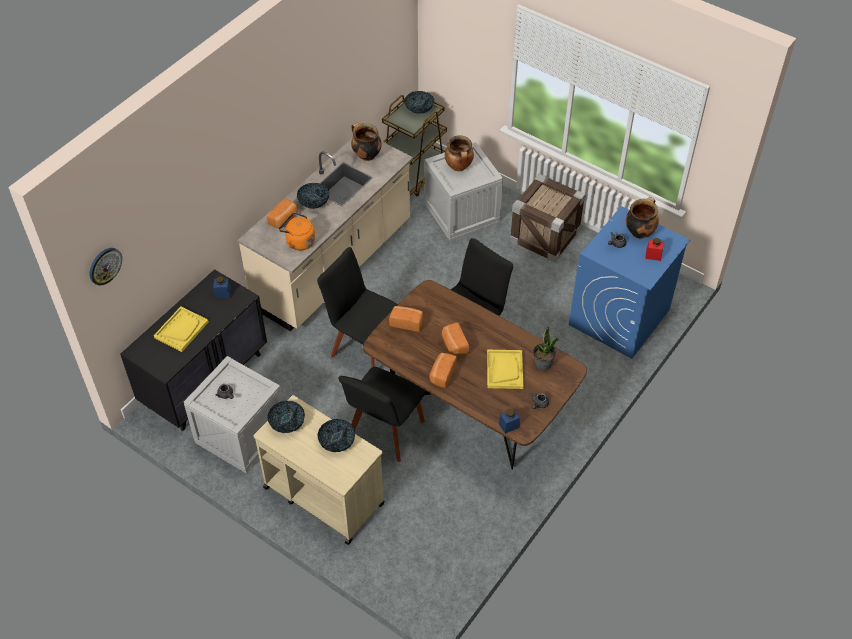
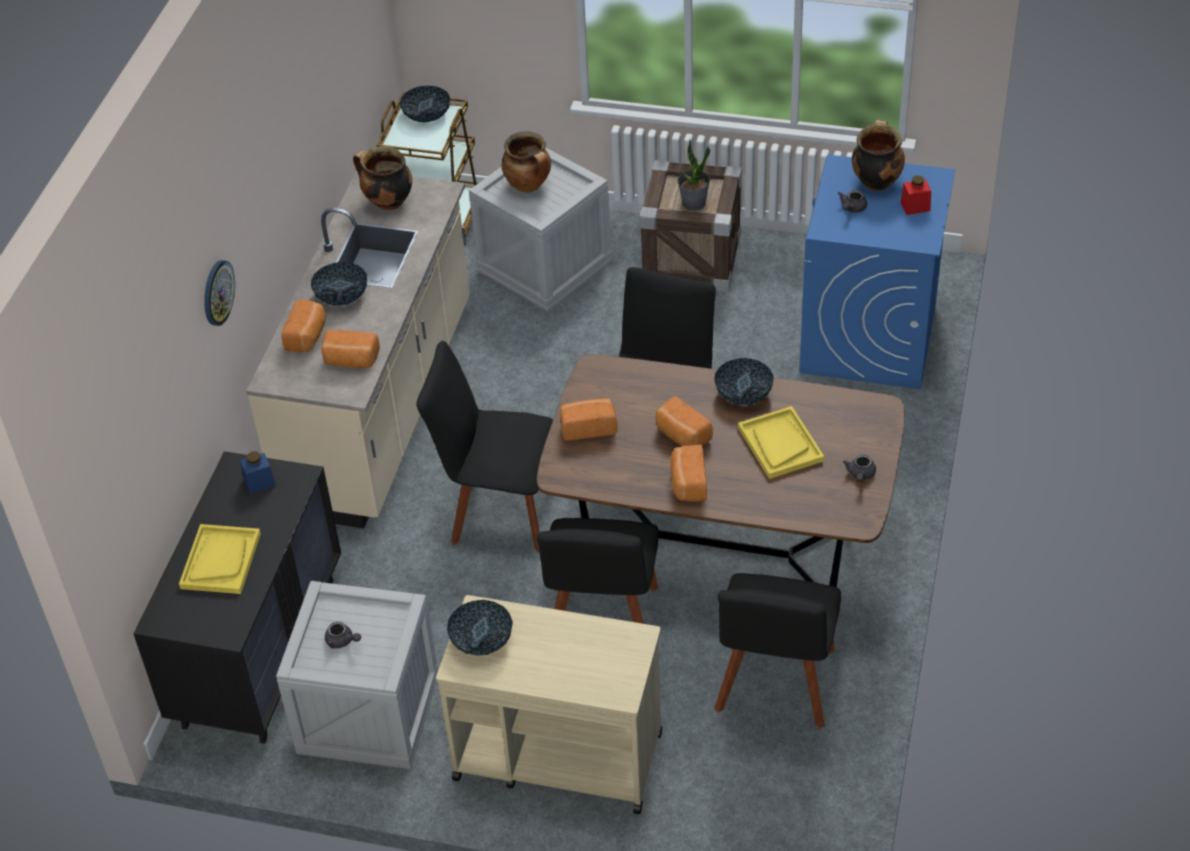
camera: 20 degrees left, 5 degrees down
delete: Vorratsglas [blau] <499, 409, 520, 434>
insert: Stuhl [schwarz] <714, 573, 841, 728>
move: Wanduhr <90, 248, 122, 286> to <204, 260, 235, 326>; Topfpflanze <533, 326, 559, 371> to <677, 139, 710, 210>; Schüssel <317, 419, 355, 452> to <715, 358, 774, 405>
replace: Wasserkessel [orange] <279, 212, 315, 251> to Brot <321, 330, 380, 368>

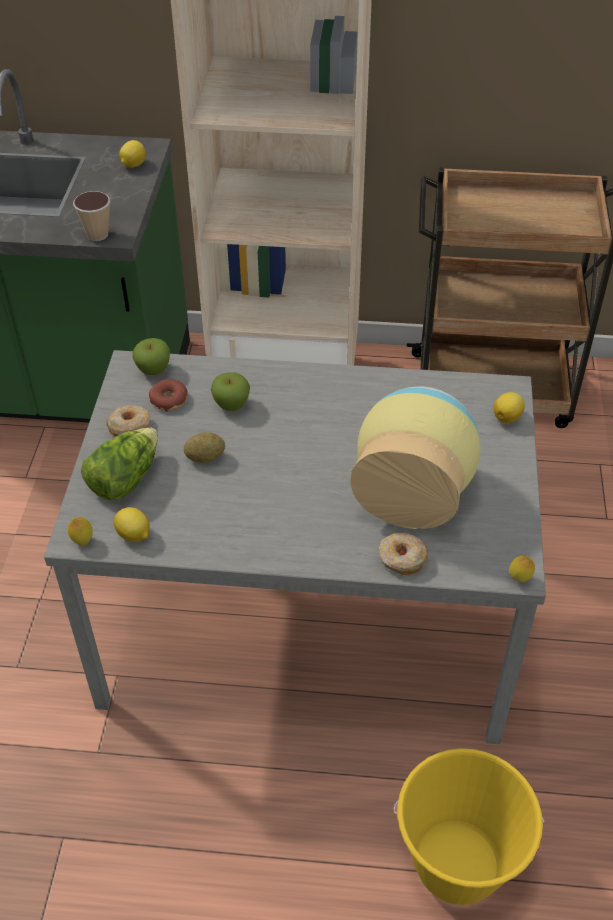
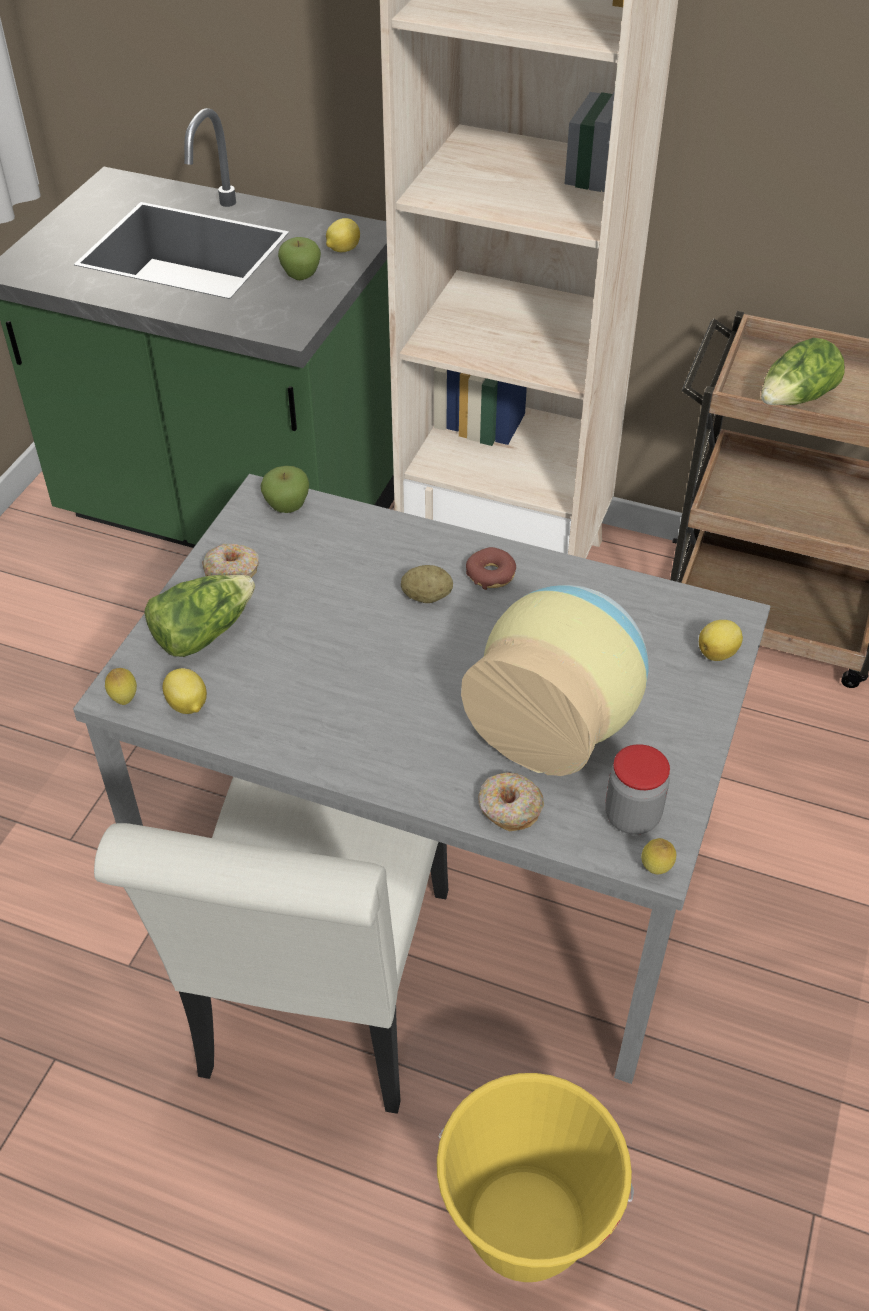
camera: 15 degrees right, 0 degrees up
delete: Tasse <73, 191, 110, 241>
insert: Stuhl [weiß] <94, 777, 448, 1114>; Vorratsglas <605, 744, 670, 835>; Salatkopf <761, 338, 845, 405>
move: Apfel <211, 372, 250, 411> to <278, 237, 321, 280>; Kartoffel <184, 432, 225, 463> to <401, 565, 453, 603>; Donut <149, 379, 187, 412> to <466, 547, 516, 590>

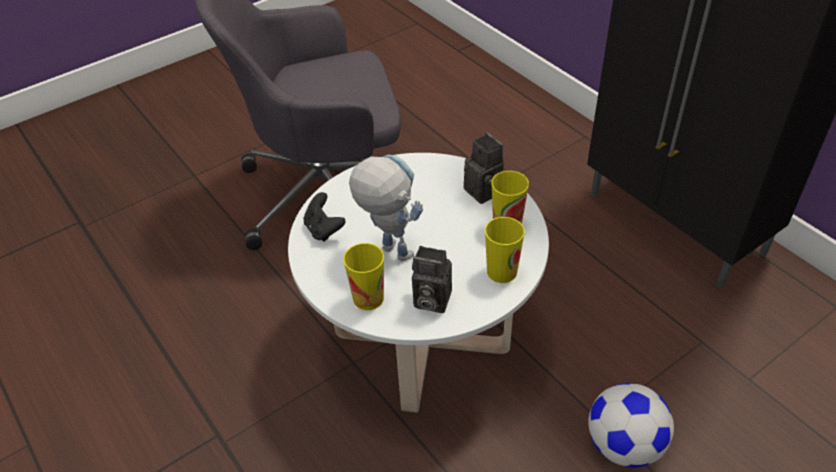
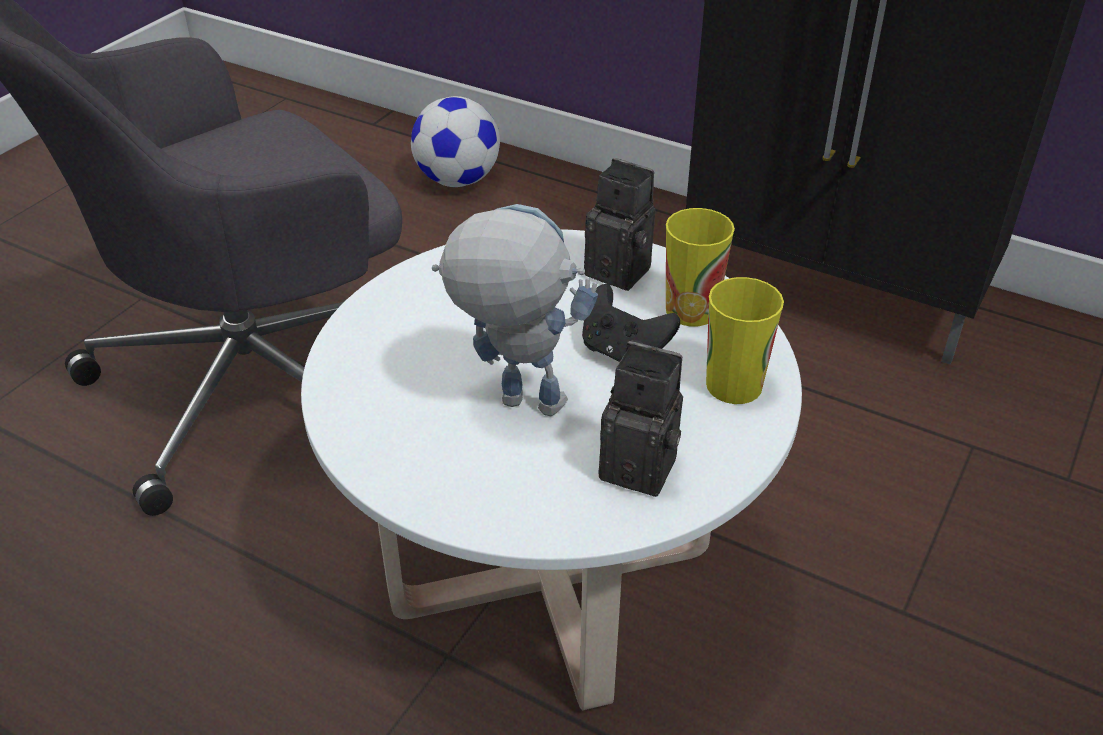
camera: 25 degrees left, 5 degrees down
delete: Tasse <343, 243, 384, 310>
move: Fußball <588, 383, 674, 468> to <411, 96, 500, 187>; Gamepad [schwarz] <303, 192, 346, 242> to <582, 284, 680, 362>
rotate: Kamera <412, 246, 452, 313> = <599, 341, 683, 497> 150 degrees counterclockwise

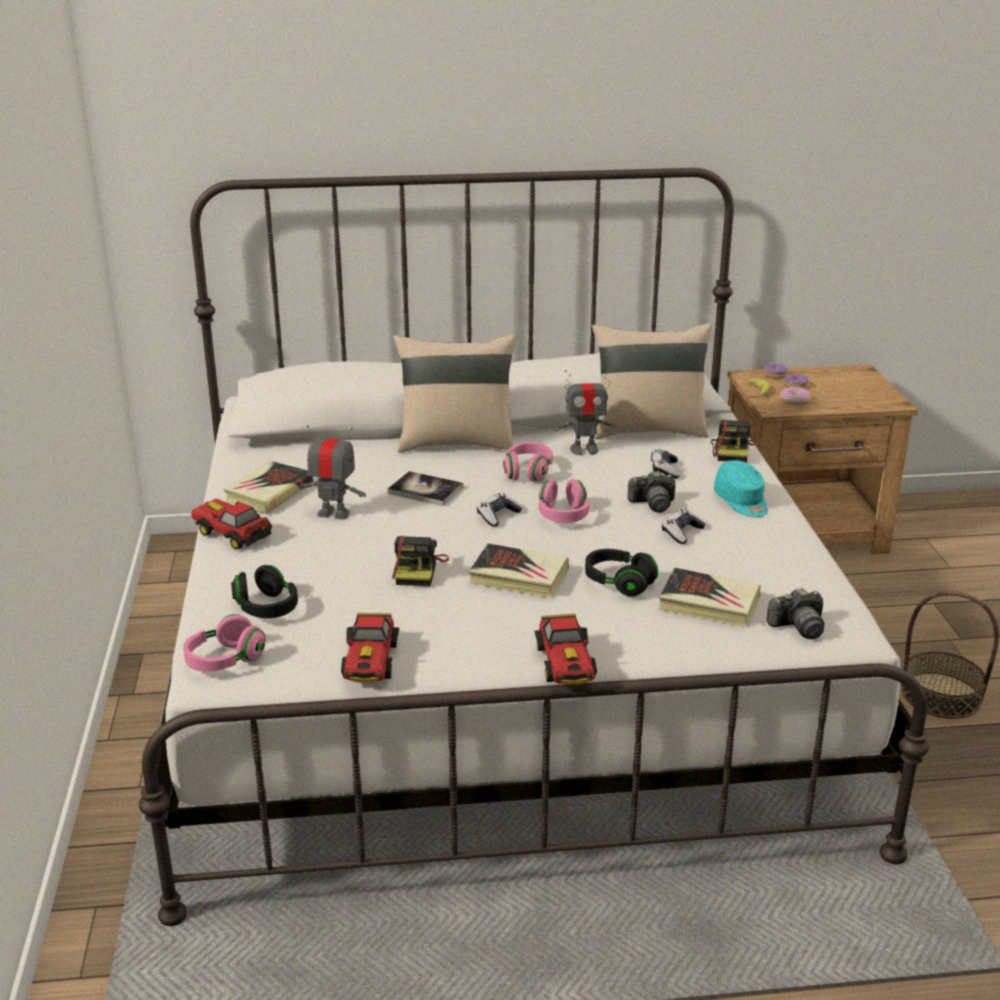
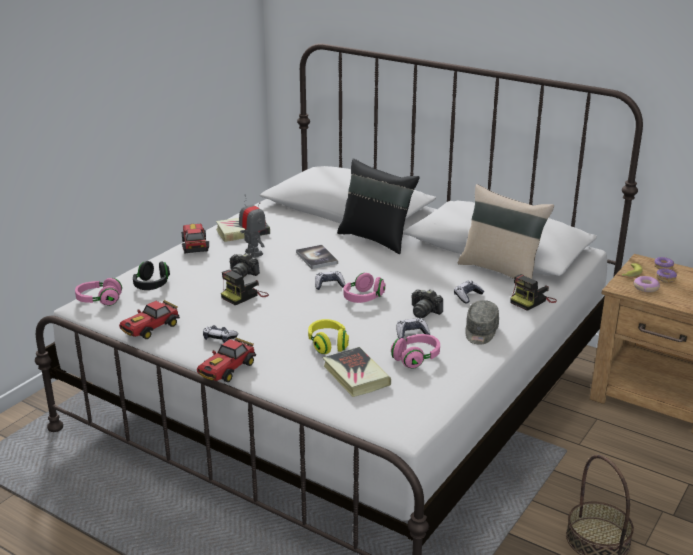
camera: 40 degrees right, 0 degrees up
delete: Buch <469, 543, 569, 598>; Spielzeugroboter <553, 370, 617, 456>
insert: Gamepad <203, 325, 238, 343>
move: Kamera <766, 588, 824, 639> to <230, 253, 260, 278>; Kopfhörer [rosa] <503, 442, 553, 482> to <391, 334, 440, 369>
recolor: Kopfhörer [schwarz] <585, 549, 658, 597> to Kopfhörer [gelb] <308, 319, 349, 354>; Kissen [beige] <394, 334, 516, 453> to Kissen [schwarz] <337, 159, 419, 254>; Kappe [türkis] <714, 460, 768, 517> to Kappe [grau] <465, 300, 499, 345>

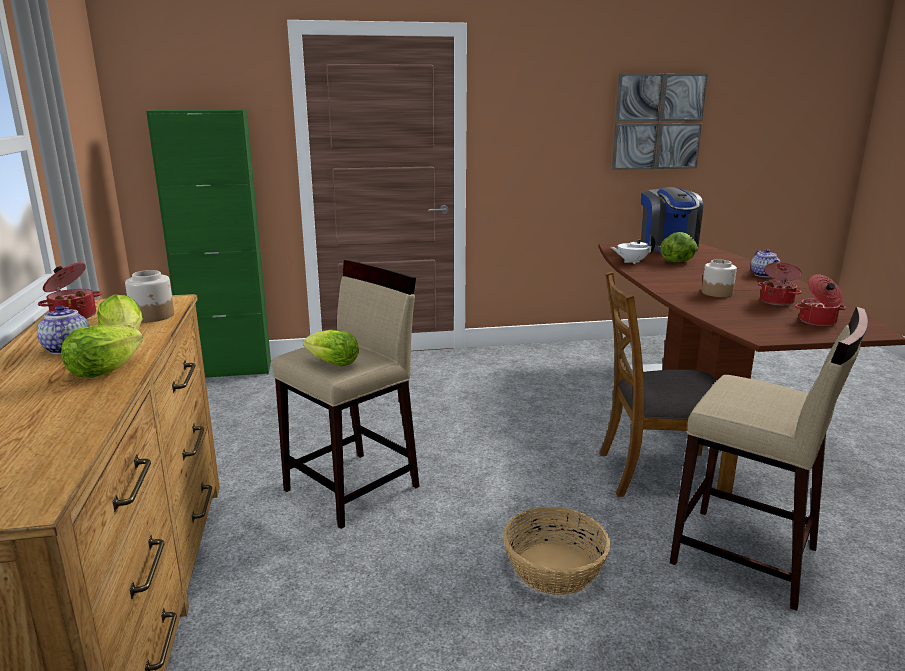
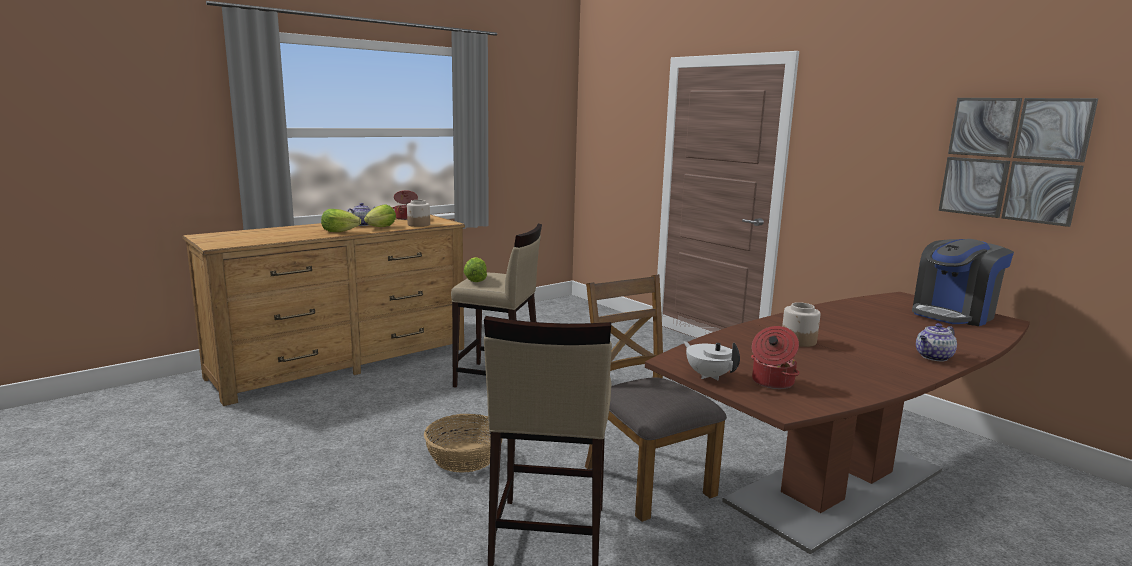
camera: 60 degrees right, 5 degrees down
delete: Schrank [grün] <146, 109, 271, 378>; Salatkopf <660, 232, 697, 263>; Kochtopf <758, 262, 802, 306>
move: Teekanne [weiß] <611, 235, 655, 264> to <683, 341, 740, 380>

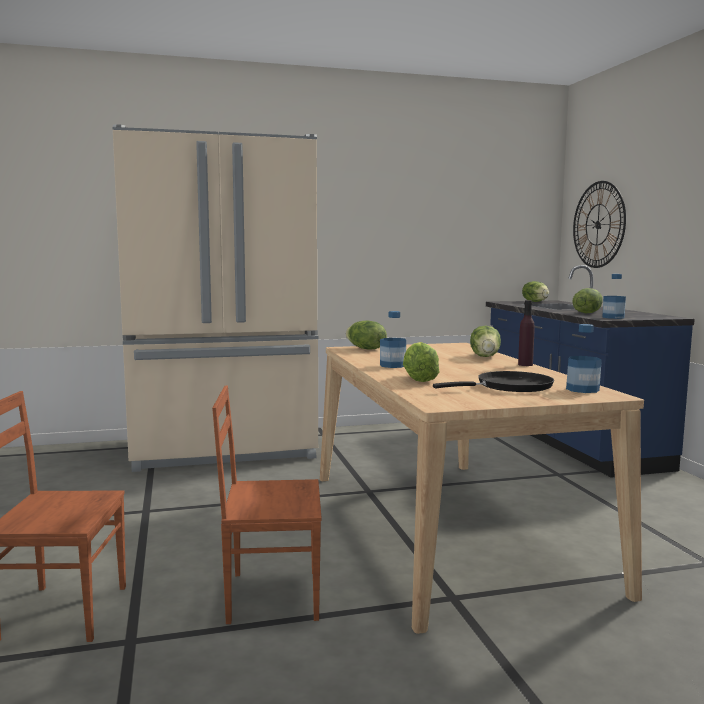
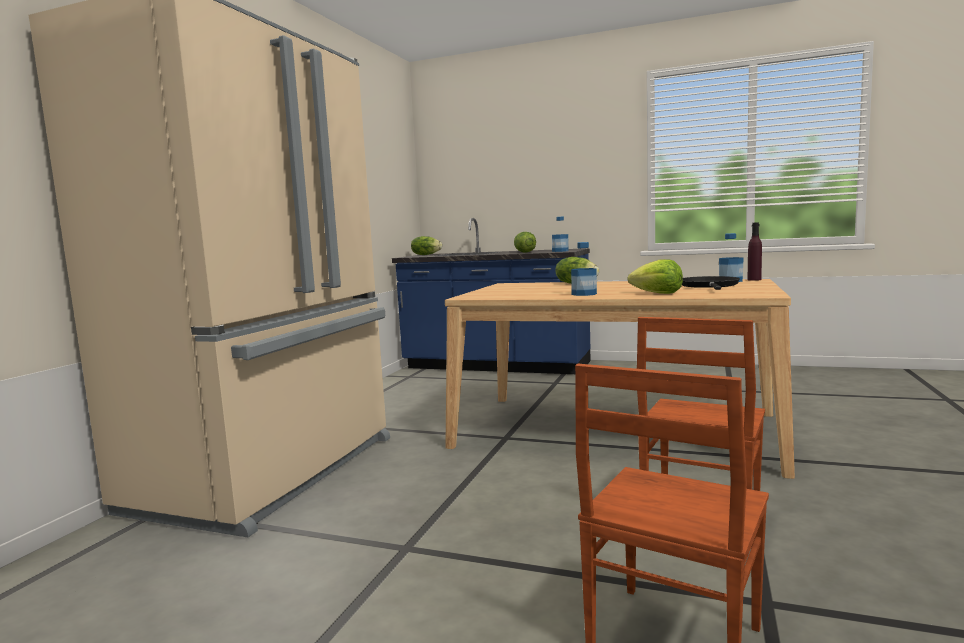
camera: 55 degrees left, 0 degrees up
delete: Salatkopf <346, 320, 387, 350>; Wanduhr <573, 181, 626, 268>
move: Flasche [lila] <518, 300, 535, 366> to <748, 222, 762, 281>

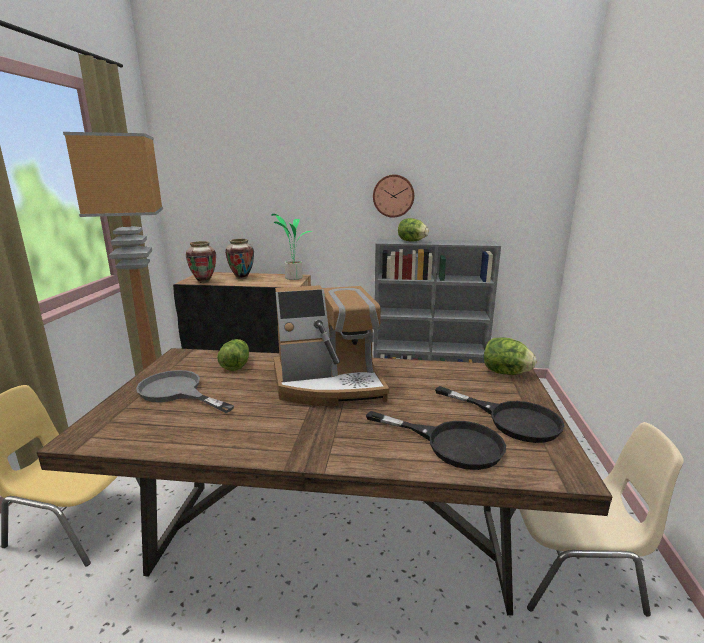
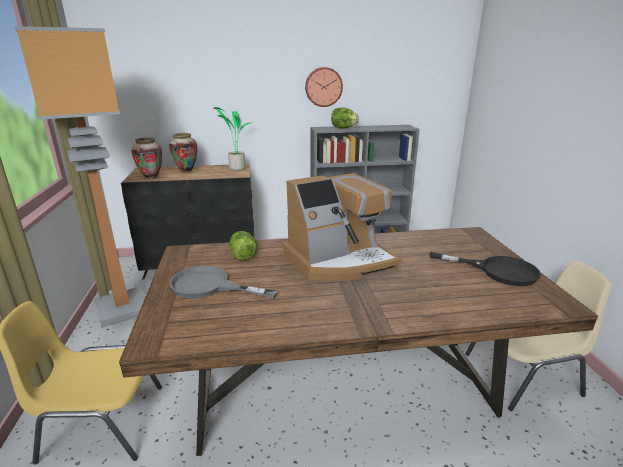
camera: 15 degrees left, 5 degrees up
delete: Pfanne [schwarz] <366, 411, 506, 470>; Salatkopf <484, 337, 537, 375>

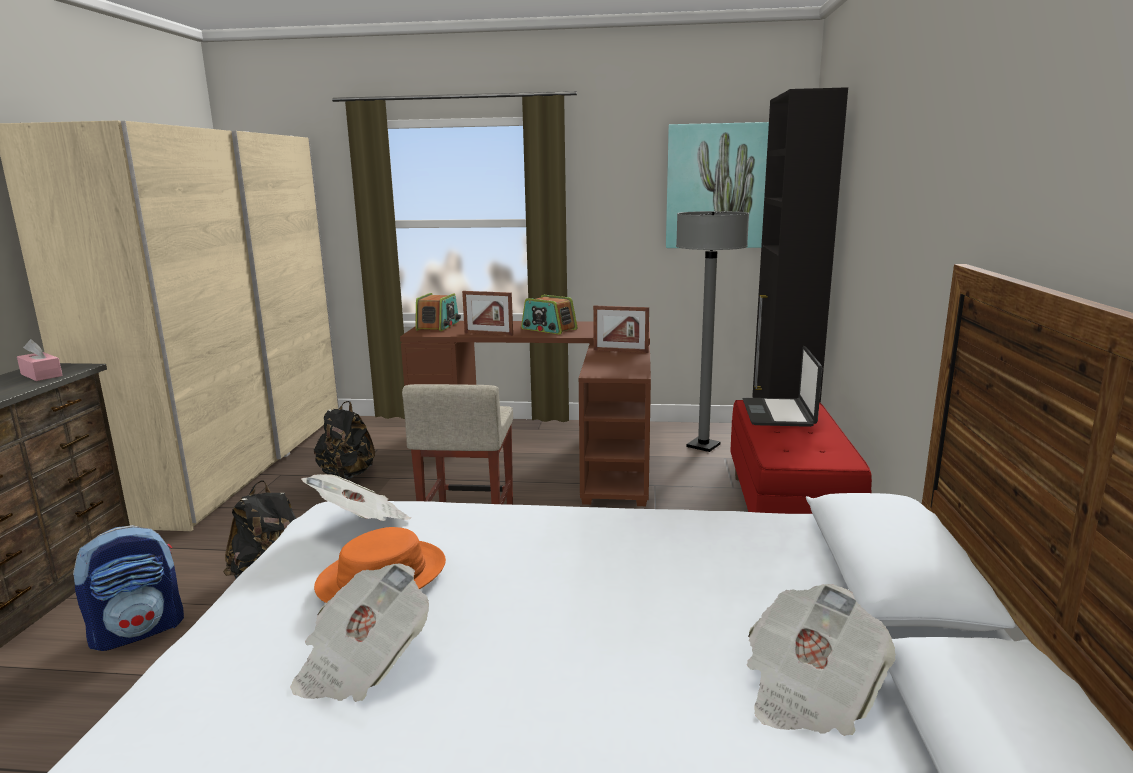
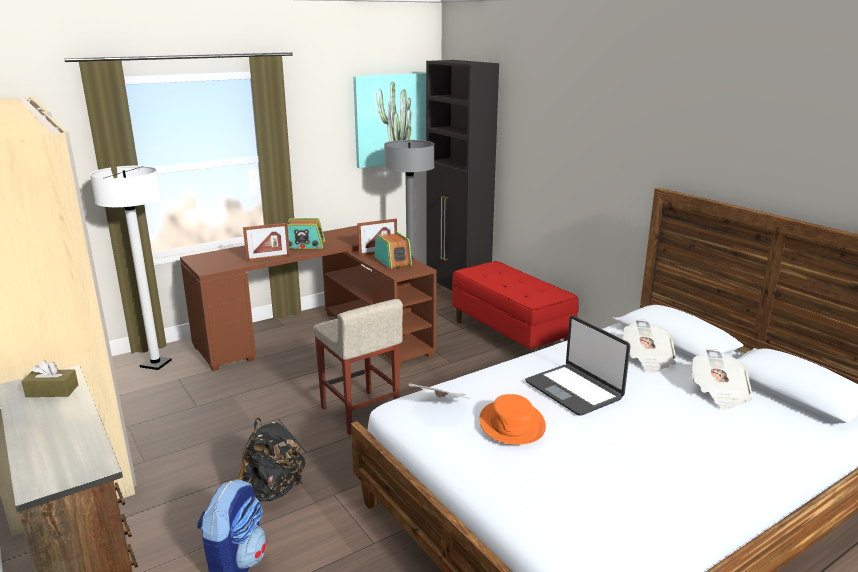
camera: 40 degrees left, 5 degrees up
delete: Rucksack [schwarz] <314, 401, 375, 479>
insert: Stehlampe [weiß] <90, 166, 172, 370>
move: Radio <415, 293, 461, 331> to <374, 232, 413, 269>; Laptop <743, 346, 822, 427> to <525, 316, 631, 416>; Zeitung <290, 563, 429, 702> to <623, 319, 676, 373>
recolor: Taschentuchbox [rosa] <17, 339, 63, 381> to Taschentuchbox [braun] <21, 360, 78, 397>

